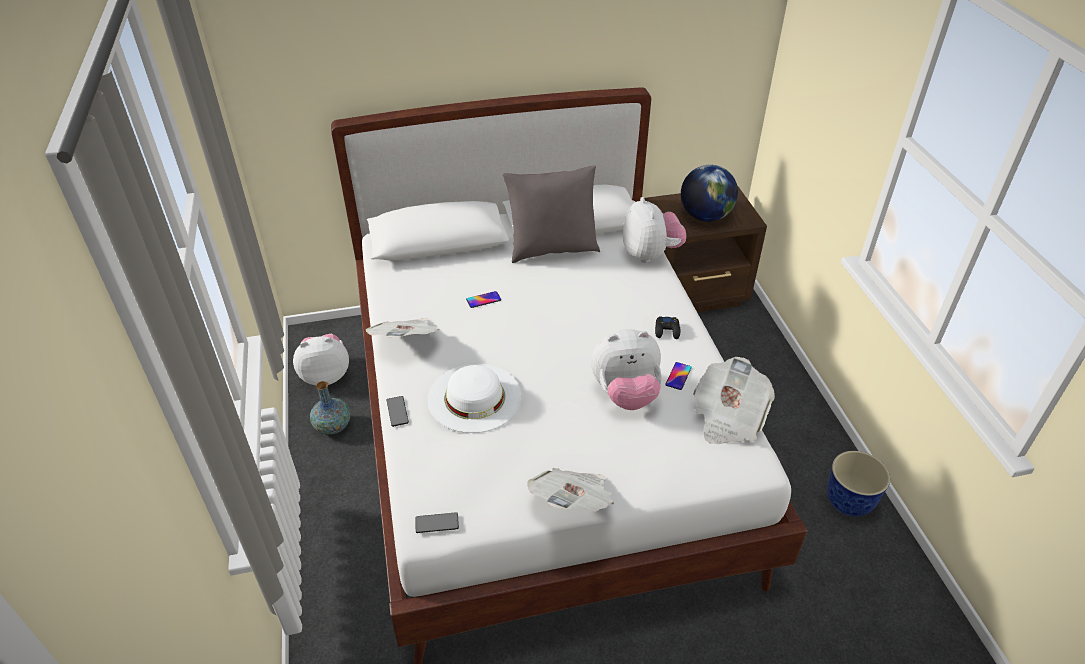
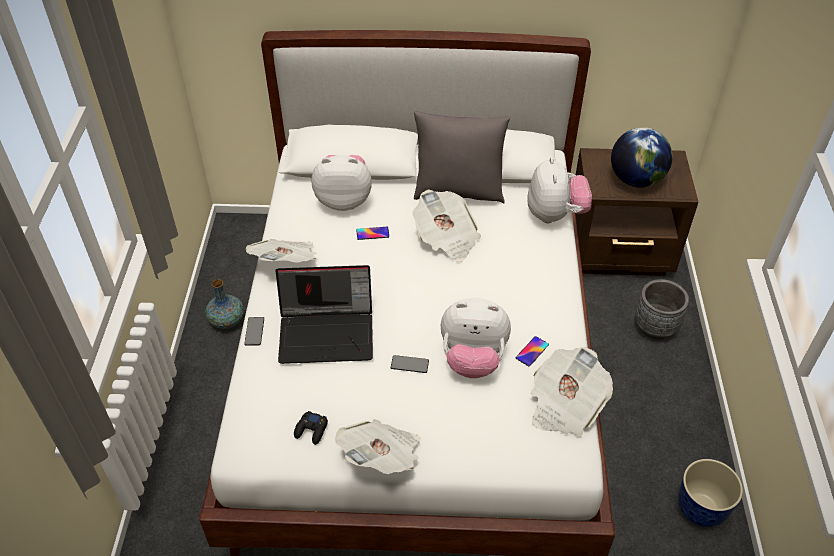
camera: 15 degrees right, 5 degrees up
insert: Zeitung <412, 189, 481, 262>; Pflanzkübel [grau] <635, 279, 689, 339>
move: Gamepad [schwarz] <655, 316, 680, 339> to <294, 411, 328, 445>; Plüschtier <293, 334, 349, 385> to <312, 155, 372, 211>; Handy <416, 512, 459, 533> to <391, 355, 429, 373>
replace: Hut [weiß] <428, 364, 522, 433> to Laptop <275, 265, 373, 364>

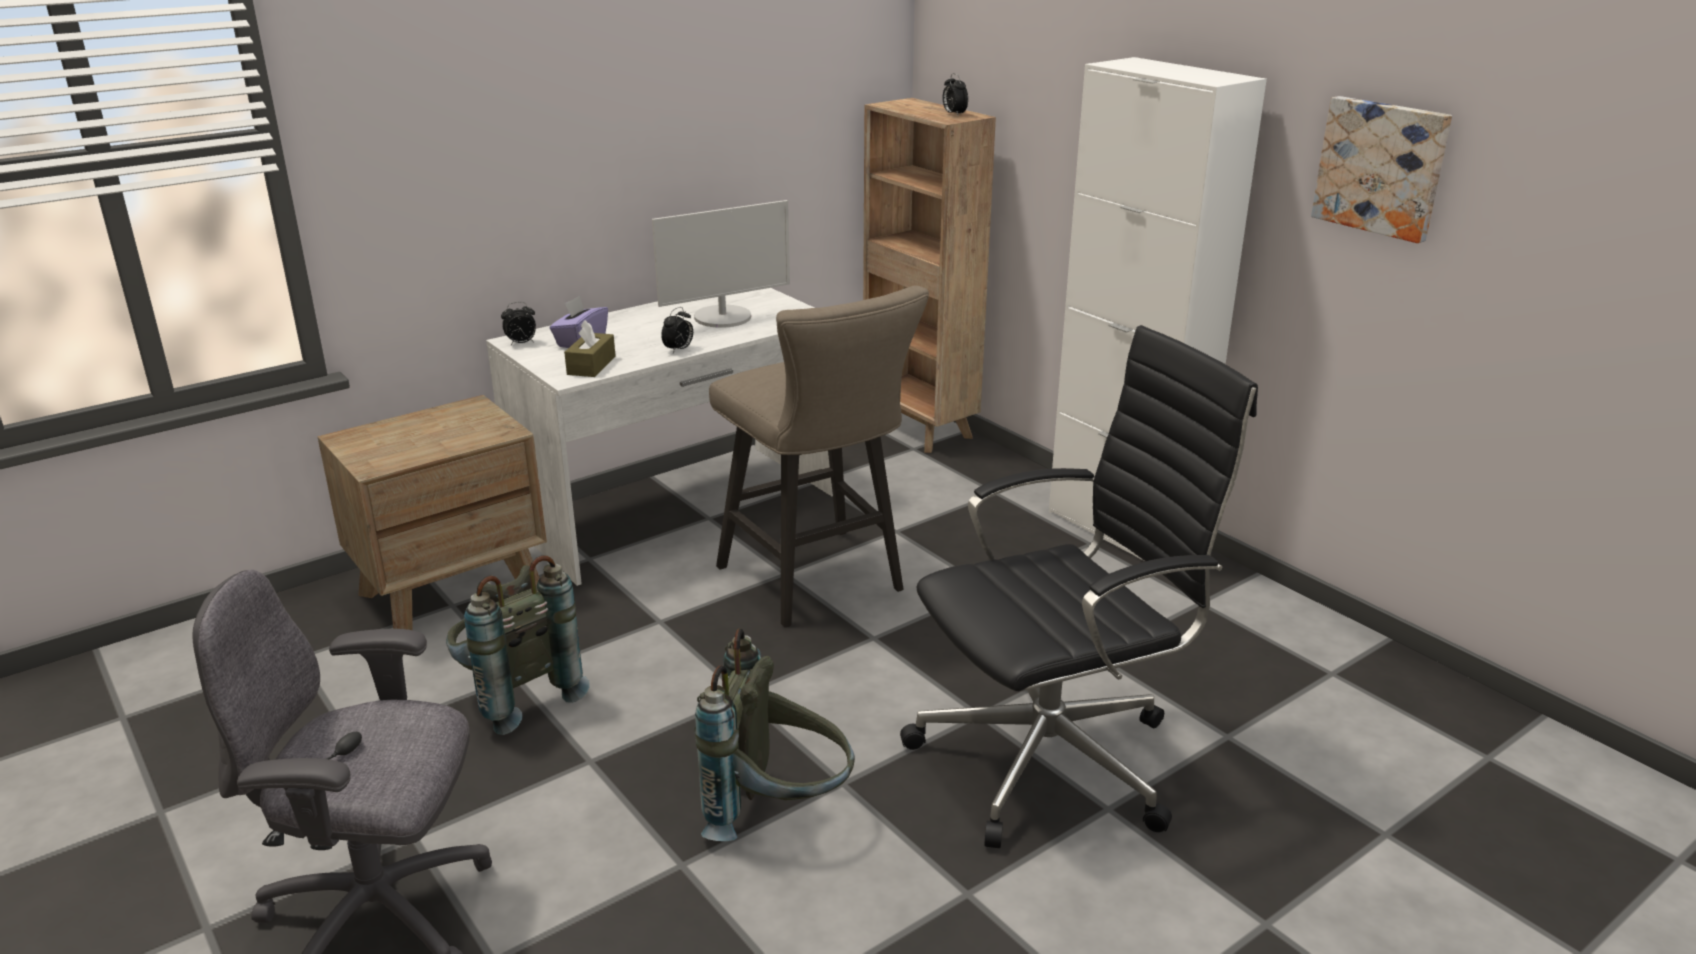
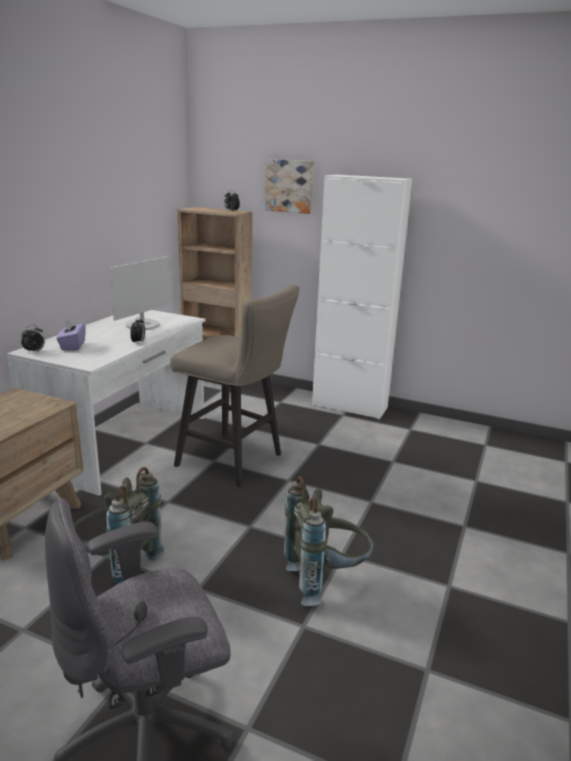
camera: 30 degrees left, 5 degrees down
delete: Taschentuchbox [braun] <564, 320, 616, 377>; Bürostuhl [schwarz] <900, 325, 1258, 848>
move: Bild <1311, 96, 1452, 243> to <265, 159, 314, 214>

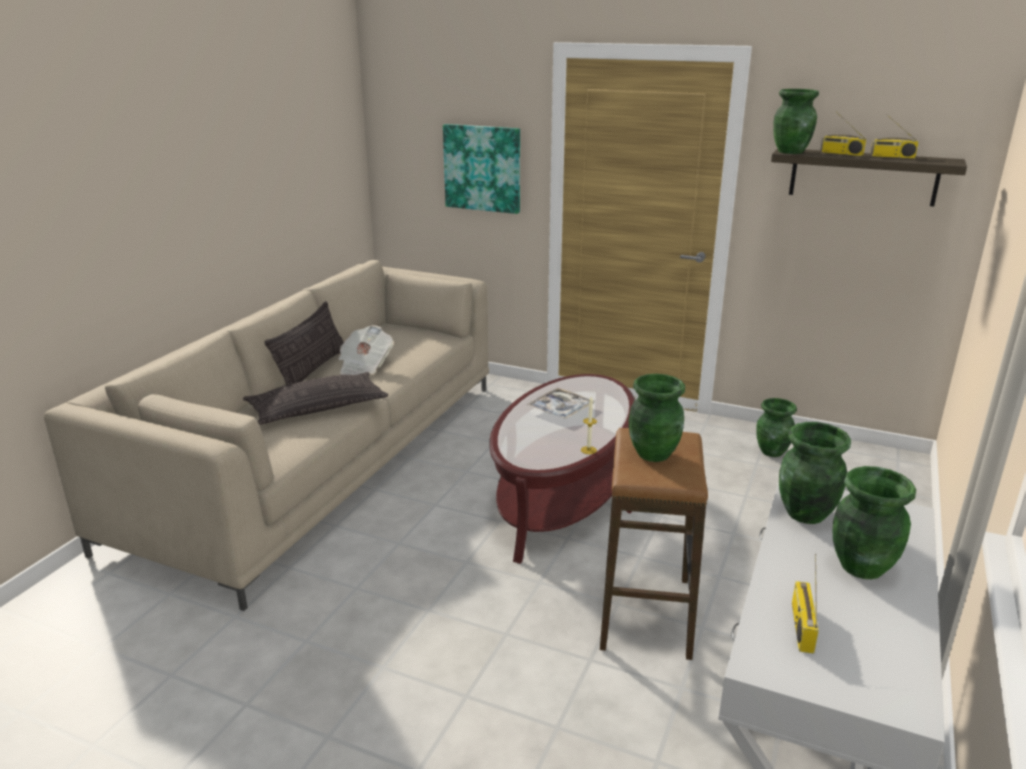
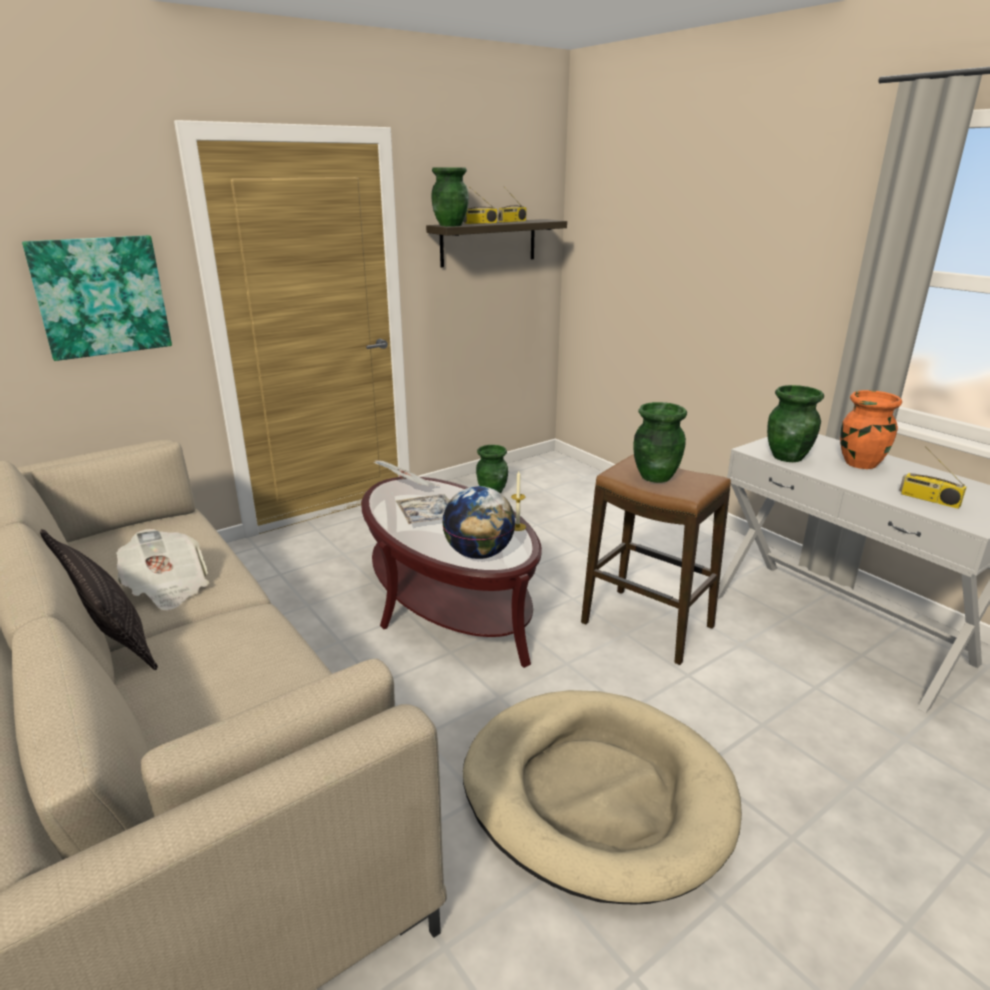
camera: 60 degrees left, 0 degrees up
delete: Kissen <243, 372, 388, 425>
insert: Zeitung <373, 460, 440, 486>; Globus <442, 486, 516, 559>; Hundebett [beige] <463, 690, 742, 904>
recolor: Vase [grün] <833, 466, 916, 579> to Vase [orange] <840, 390, 902, 469>

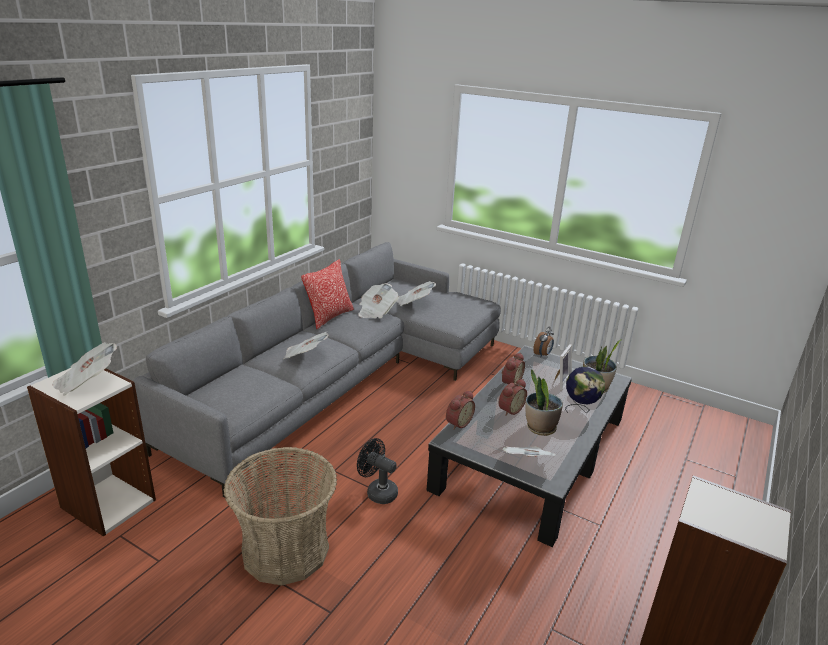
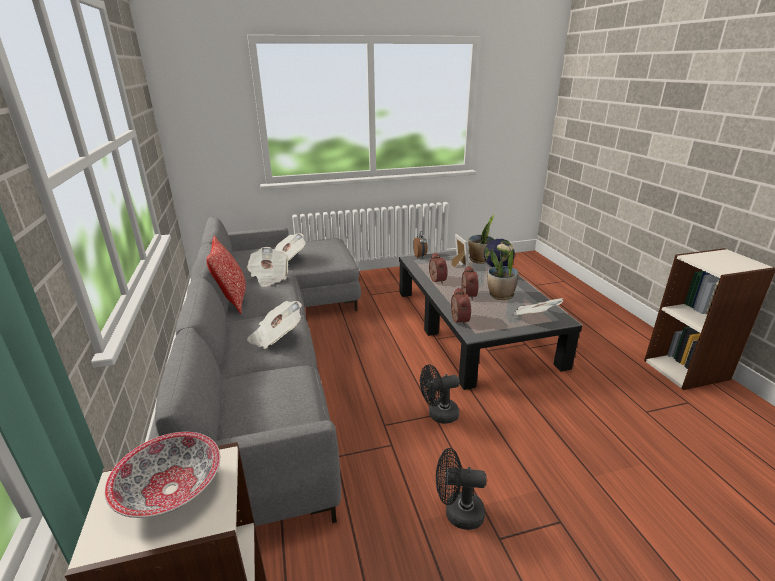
camera: 45 degrees left, 0 degrees up
replace: Zeitung <52, 342, 117, 396> to Schüssel <105, 432, 220, 518>; Korb <224, 447, 337, 586> to Ventilator [schwarz] <436, 448, 487, 530>

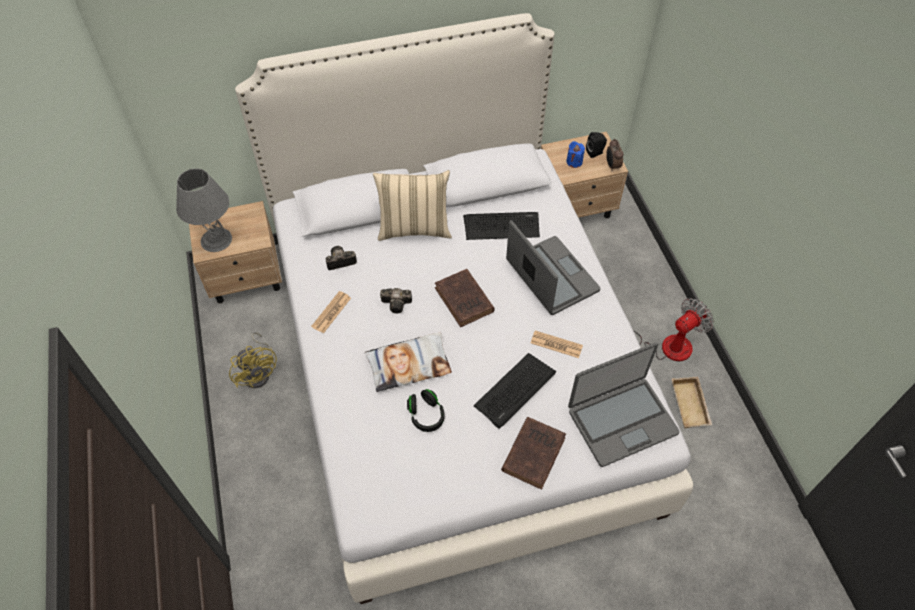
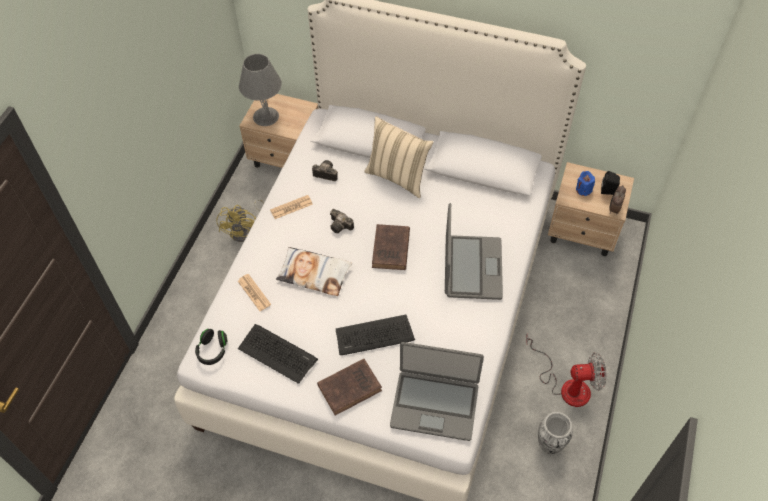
camera: 35 degrees right, 0 degrees up
move: Kopfhörer [schwarz] <407, 389, 444, 432> to <195, 329, 228, 365>; Zeitung <531, 331, 583, 358> to <238, 274, 271, 311>; Tastatur <463, 212, 540, 240> to <238, 324, 318, 384>
replace: Tablett [beige] <672, 377, 712, 428> to Vase <538, 412, 573, 454>

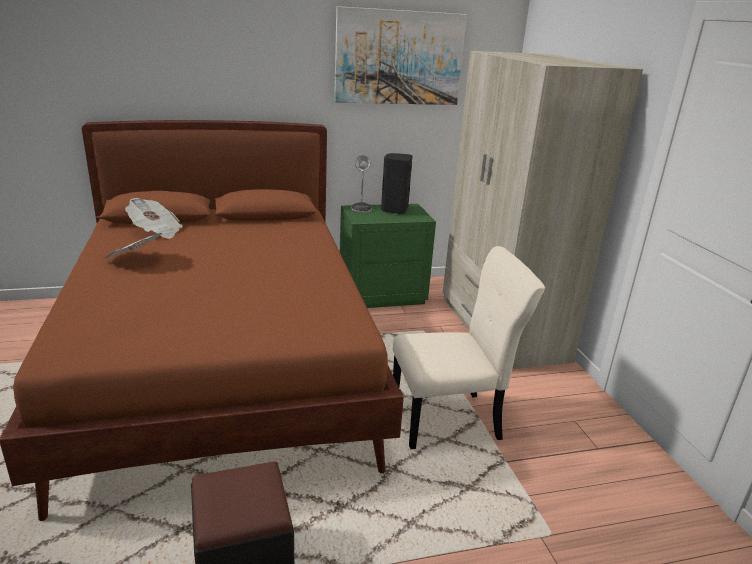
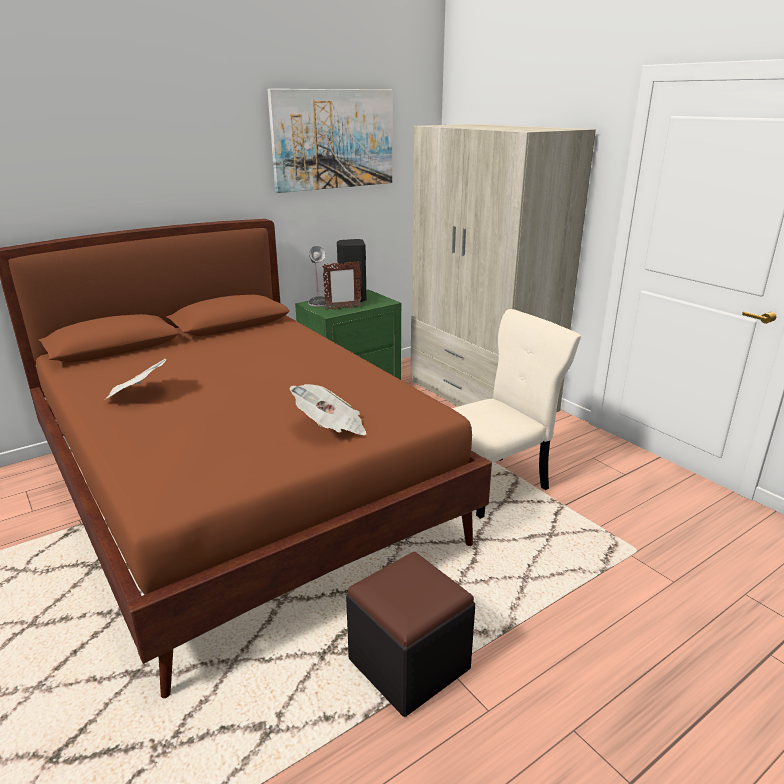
camera: 20 degrees left, 0 degrees up
insert: Bilderrahmen <322, 261, 361, 310>
move: Zeitung <125, 198, 183, 239> to <290, 384, 366, 435>

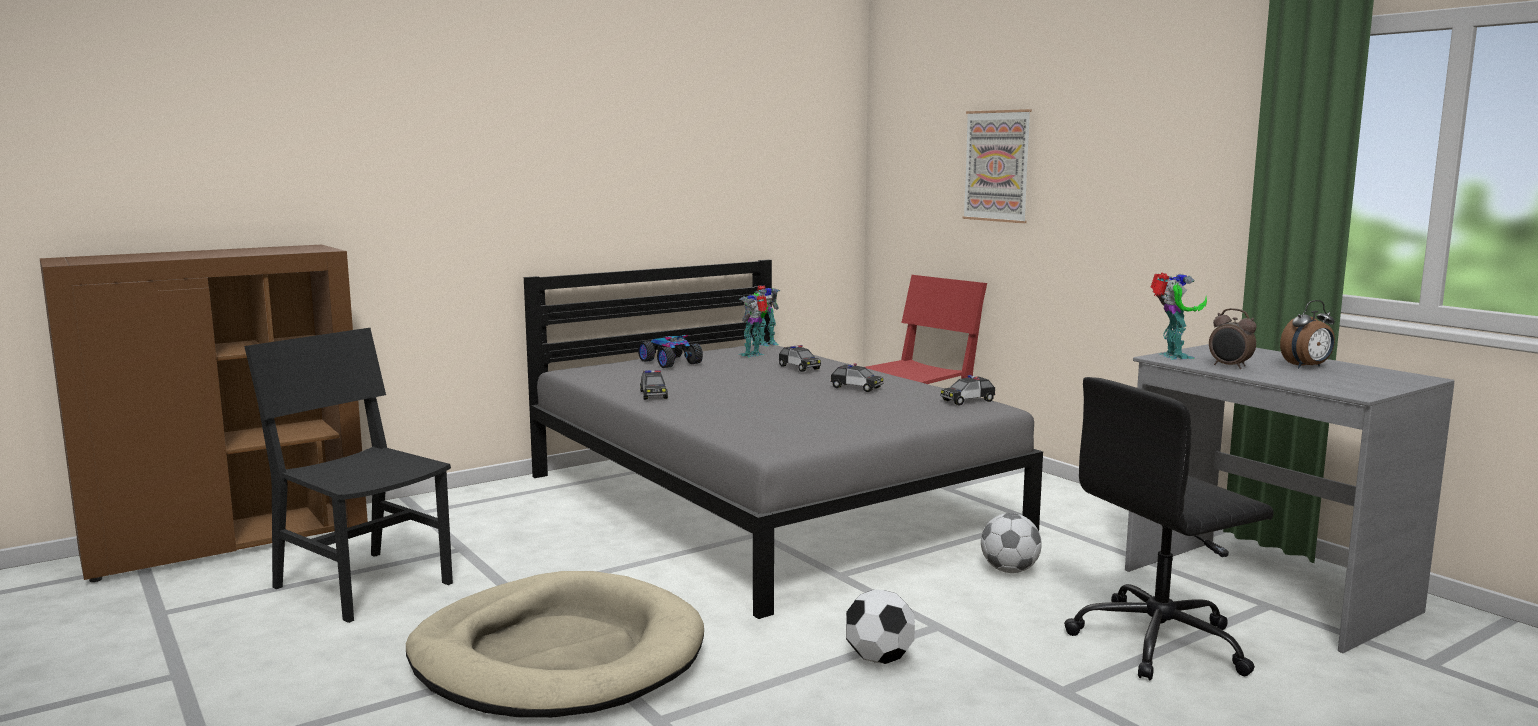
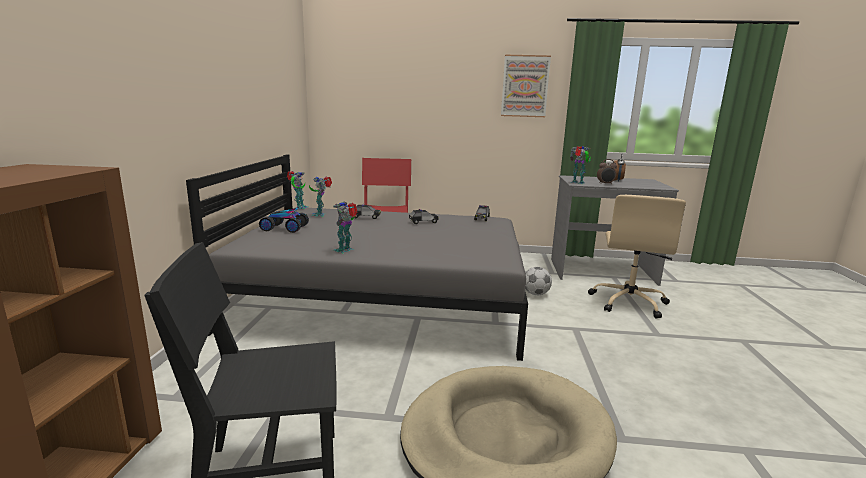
camera: 50 degrees left, 5 degrees up
delete: Fußball <846, 589, 915, 664>
move: Bild <962, 109, 1032, 223> to <501, 55, 551, 117>
replace: Spielzeugauto <640, 370, 668, 400> to Spielzeugroboter <333, 202, 358, 253>
recolor: Bürostuhl [schwarz] <1064, 377, 1274, 681> to Bürostuhl [beige] <588, 195, 686, 319>

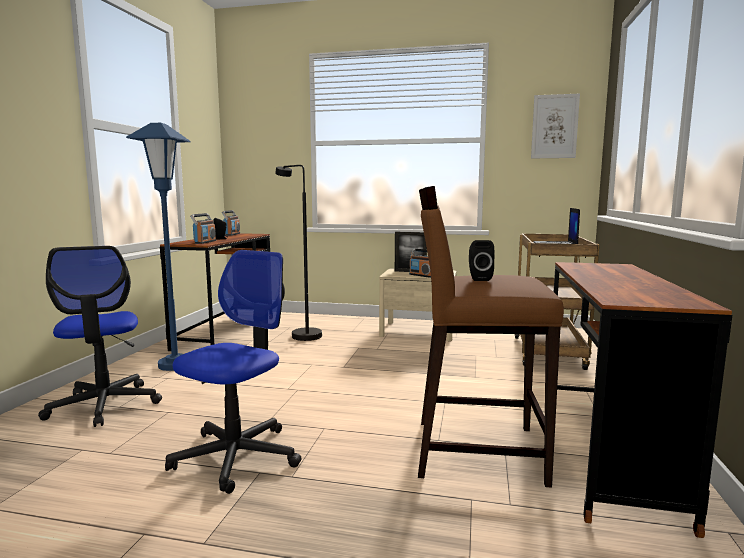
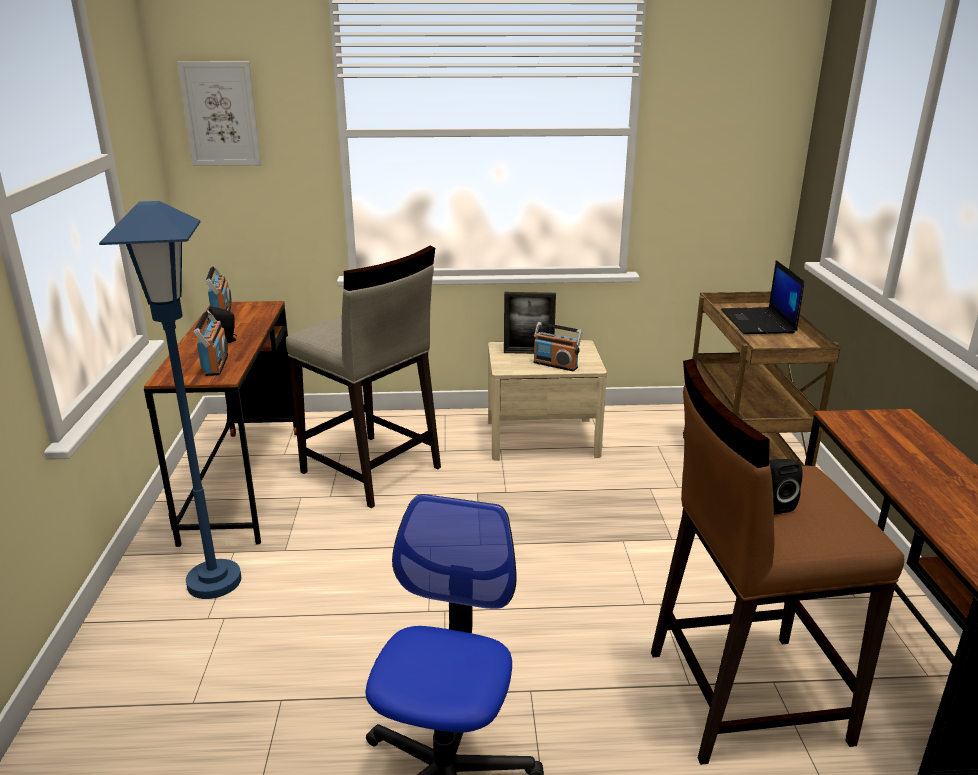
camera: 15 degrees left, 15 degrees up
delete: Bürostuhl <38, 246, 162, 427>
move: Bild <531, 94, 580, 159> to <177, 61, 261, 166>
replace: Stehlampe [schwarz] <275, 165, 322, 341> to Hocker [beige] <286, 246, 441, 508>

